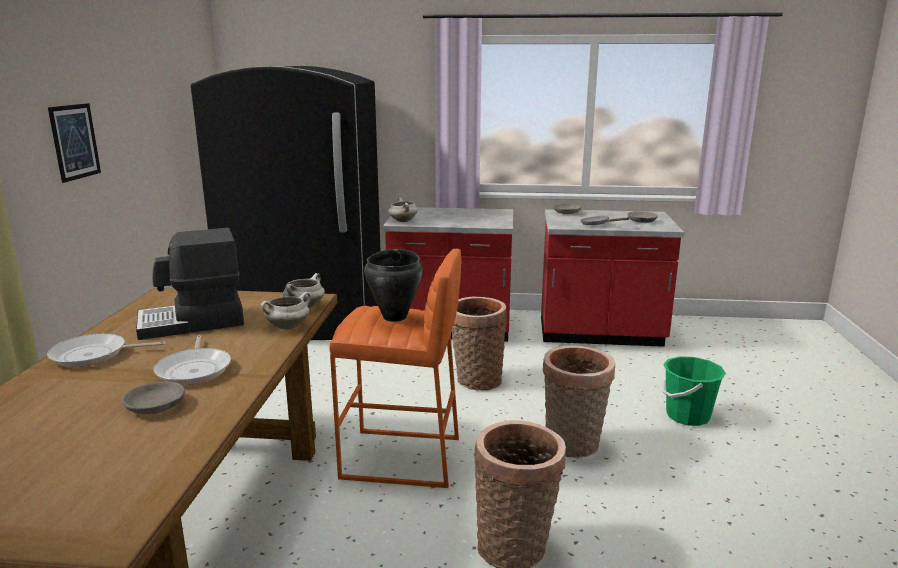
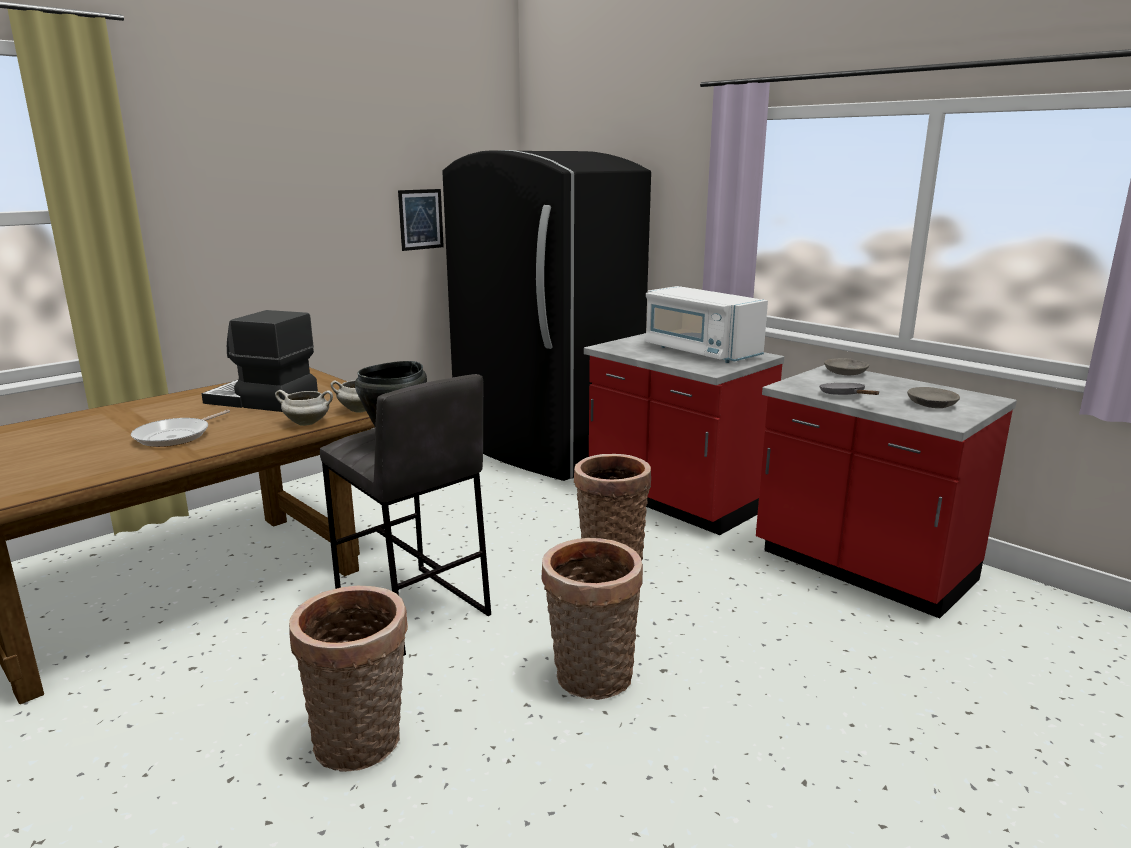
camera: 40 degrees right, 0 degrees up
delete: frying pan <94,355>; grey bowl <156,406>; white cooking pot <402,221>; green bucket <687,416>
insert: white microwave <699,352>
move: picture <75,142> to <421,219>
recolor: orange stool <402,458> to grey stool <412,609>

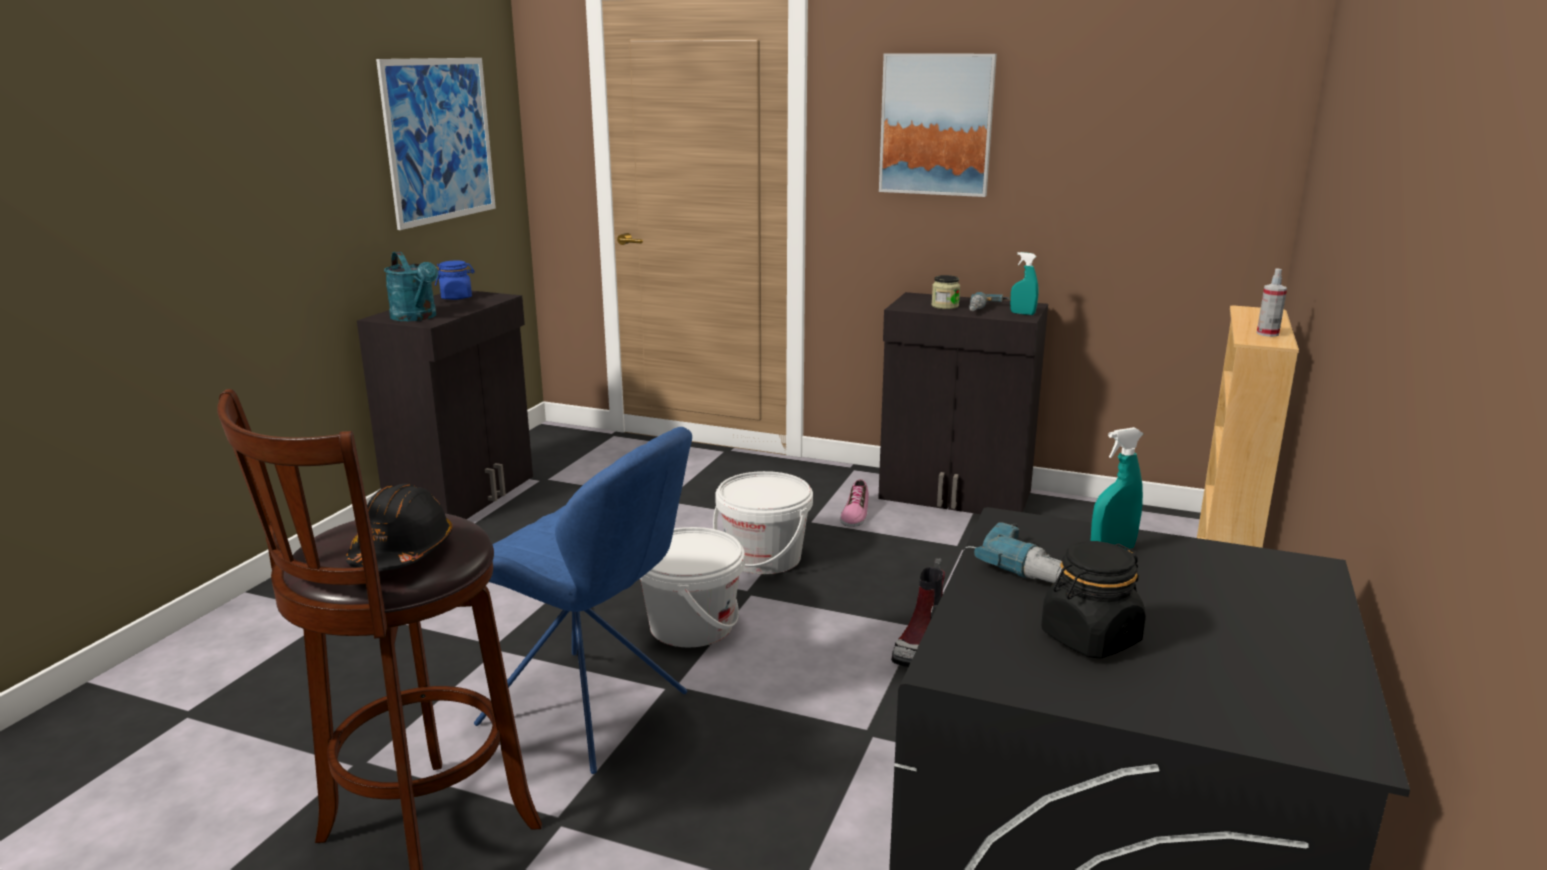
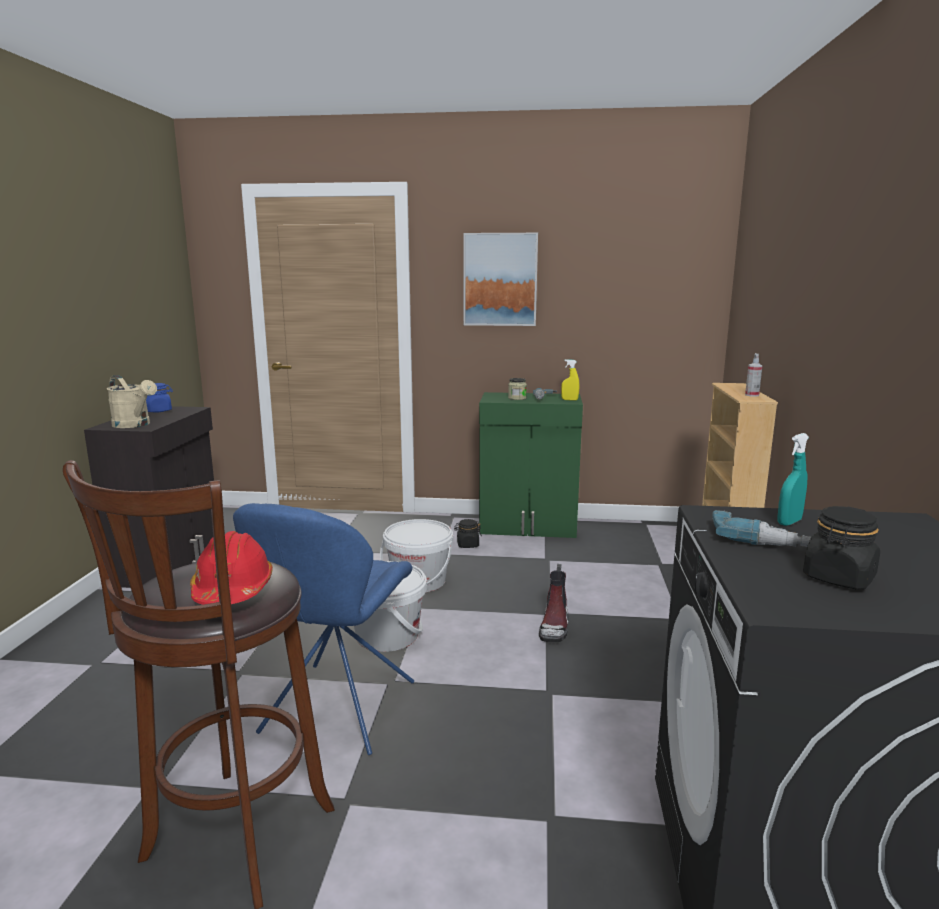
camera: 15 degrees left, 5 degrees down
delete: picture <439,140>
replace: shoe <854,513> to black jar <467,545>
recolor: black hard hat <402,552> to red hard hat <233,589>; turquoise watering can <417,317> to beige watering can <135,425>; black cabinet <955,496> to green cabinet <528,527>; turquoise spray bottle <1022,313> to yellow spray bottle <569,400>
rotate: blue chair <589,712> = <336,710> 90 degrees clockwise

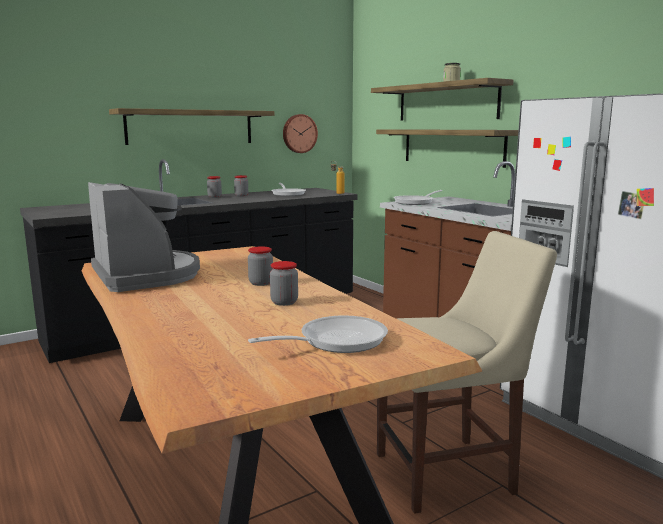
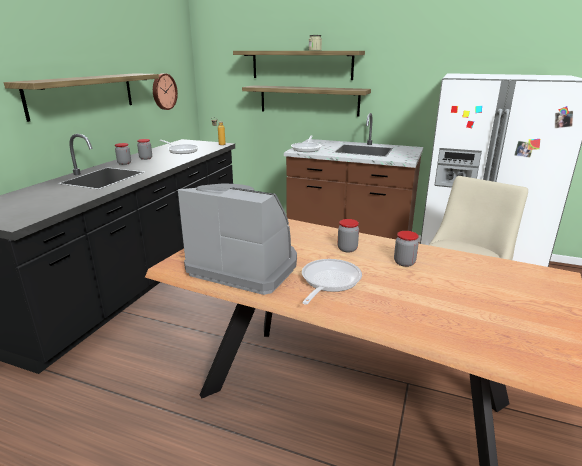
camera: 35 degrees left, 10 degrees up
move: frying pan <335,341> to <328,282>

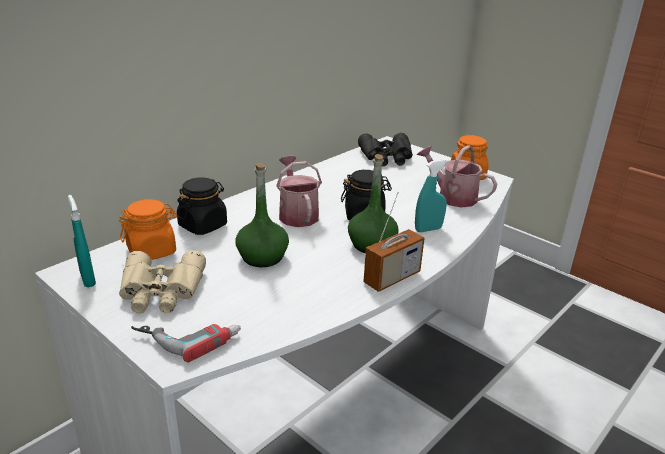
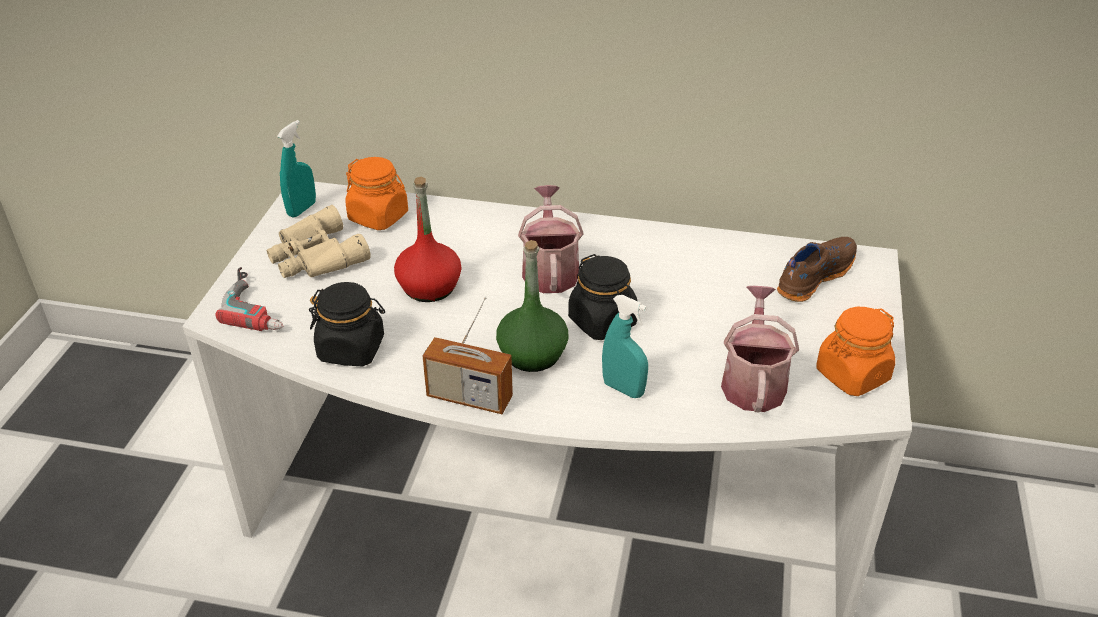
camera: 60 degrees right, 10 degrees up
move: black jar <203,225> to <352,349>
replace: black binoculars <387,157> to brown shoe <813,276>
recolor: green bottle <263,257> to red bottle <429,287>
rotate: watering can <297,214> = <550,270> 45 degrees counterclockwise

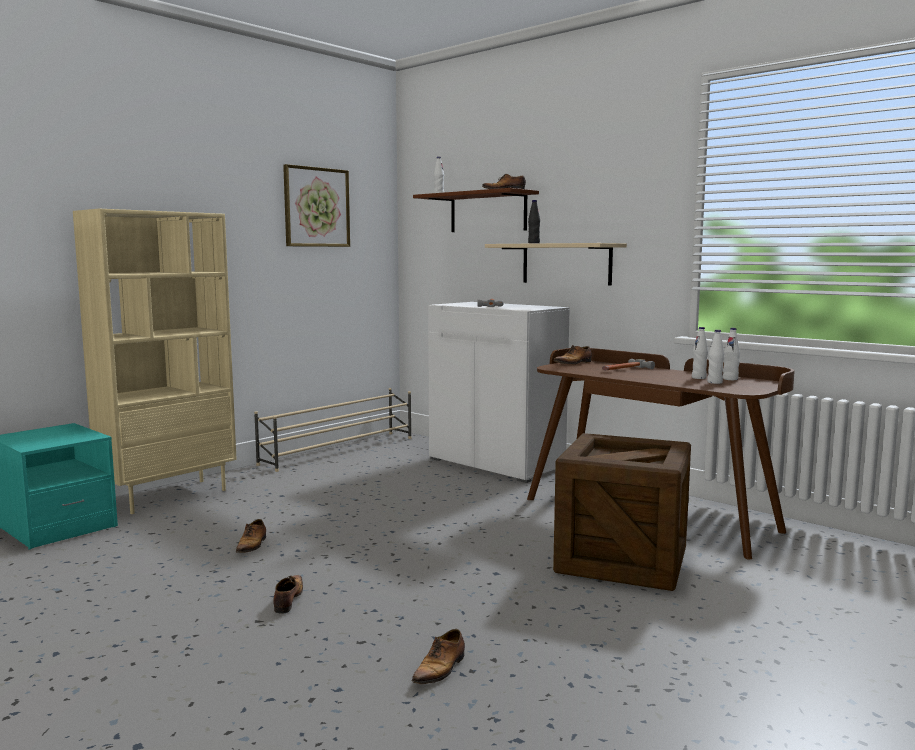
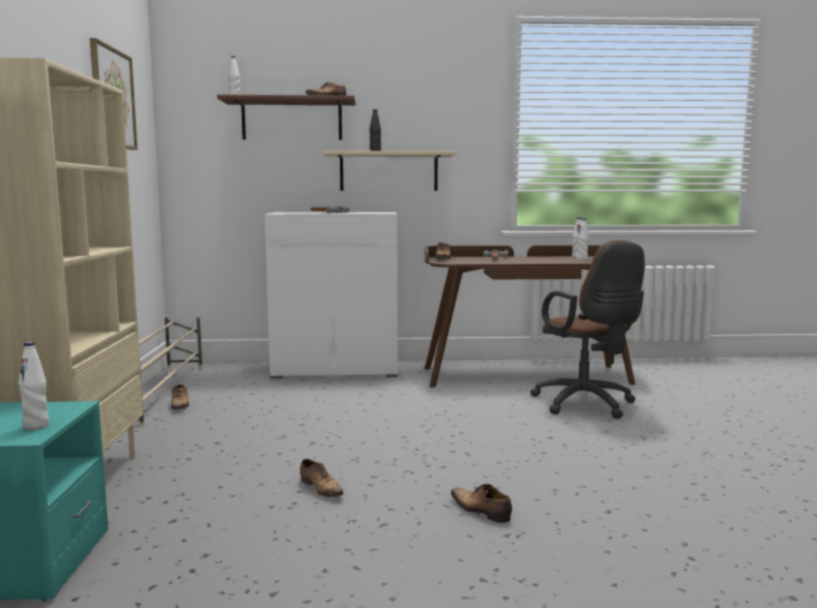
camera: 45 degrees left, 0 degrees up
move: shoe <440,669> to <180,405>; white bottle <699,378> to <36,426>
replace: crate <622,560> to brown office chair <587,405>

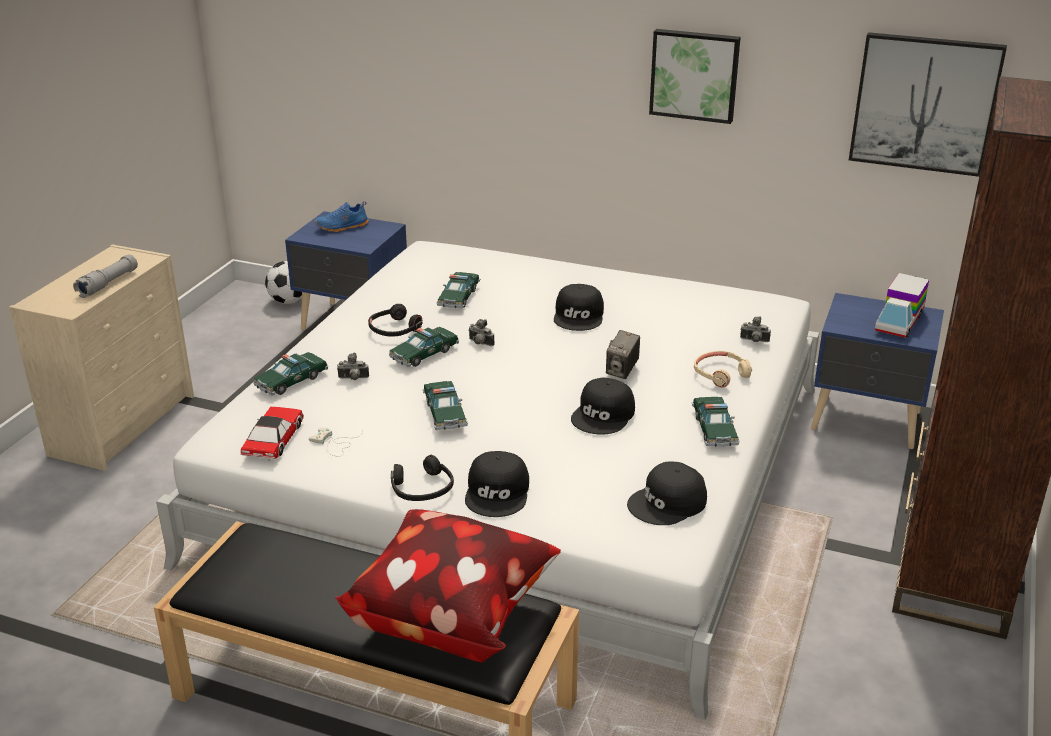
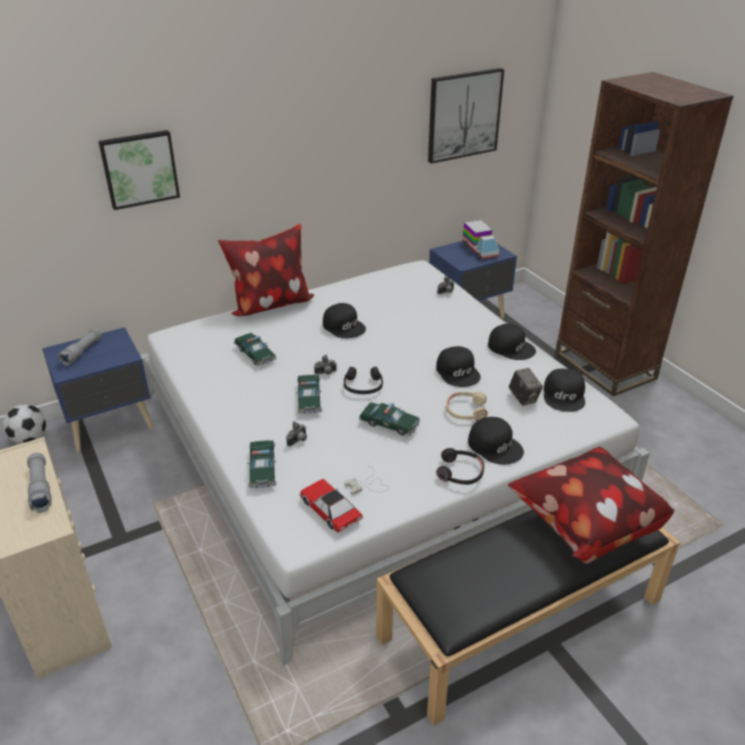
camera: 50 degrees left, 5 degrees up
insert: pillow <270,304>
move: black headphones <394,329> to <363,386>; photo camera <622,371> to <523,398>; picture <695,75> to <139,168>; beige headphones <720,374> to <466,411>
replace: blue shoe <342,227> to grey flashlight <82,352>; toy car <714,429> to black cap <511,347>

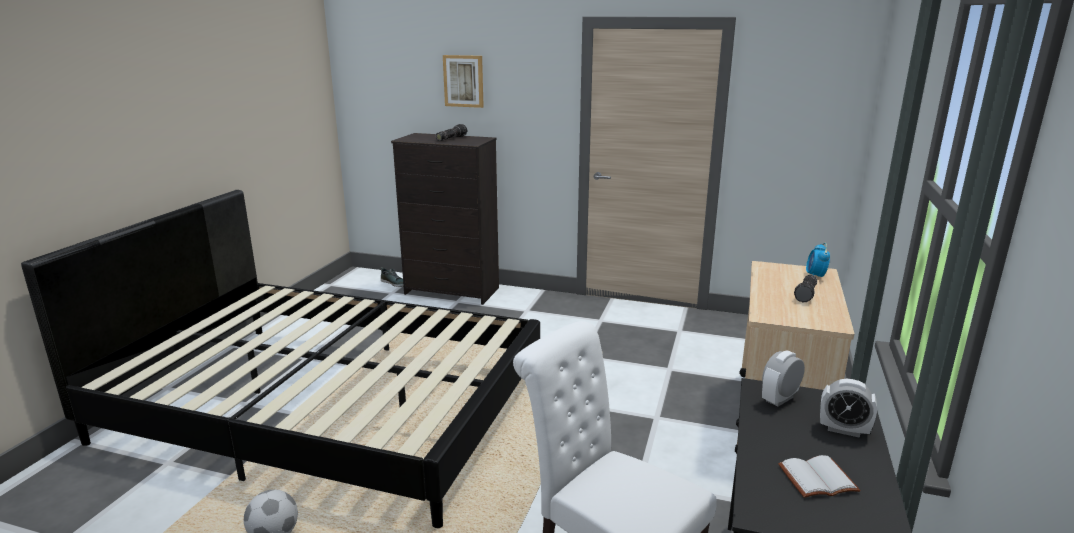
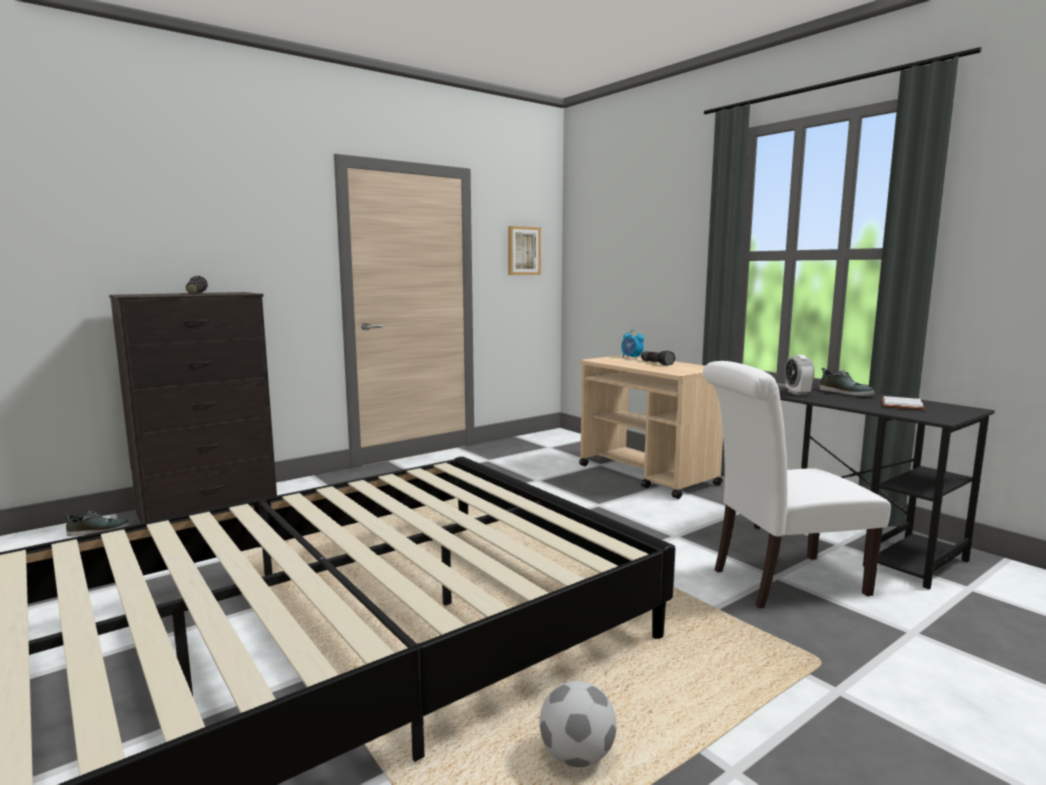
camera: 55 degrees left, 10 degrees down
move: picture <464,81> to <523,251>
replace: alarm clock <843,430> to shoe <846,393>

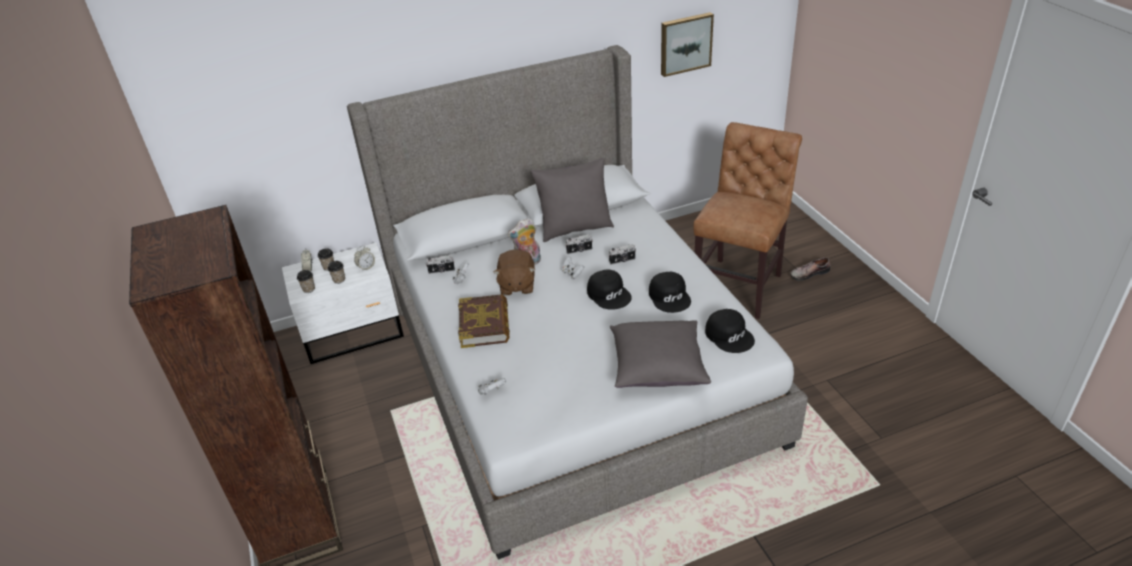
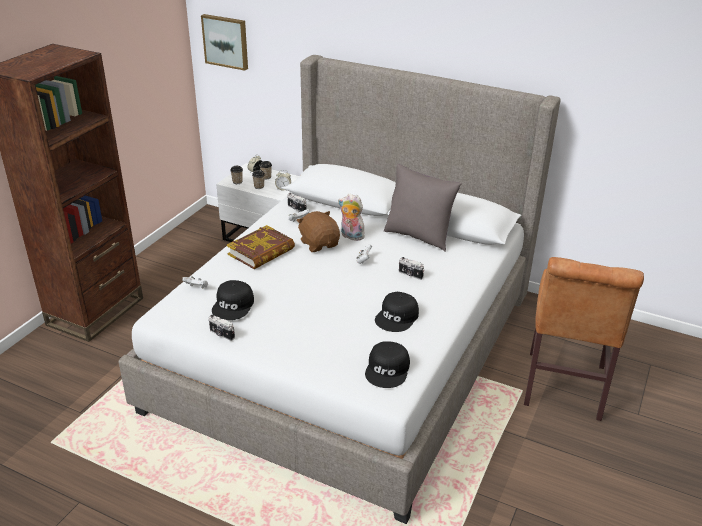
camera: 45 degrees right, 5 degrees down
delete: grey pillow <658,366>; shoe <808,273>
move: photo camera <579,251> to <221,334>; black cap <609,294> to <234,305>; picture <685,43> to <226,41>
rotate: brown plush toy <516,285> = <319,244> 105 degrees clockwise; brown chair <739,285> = <563,389> 120 degrees clockwise

